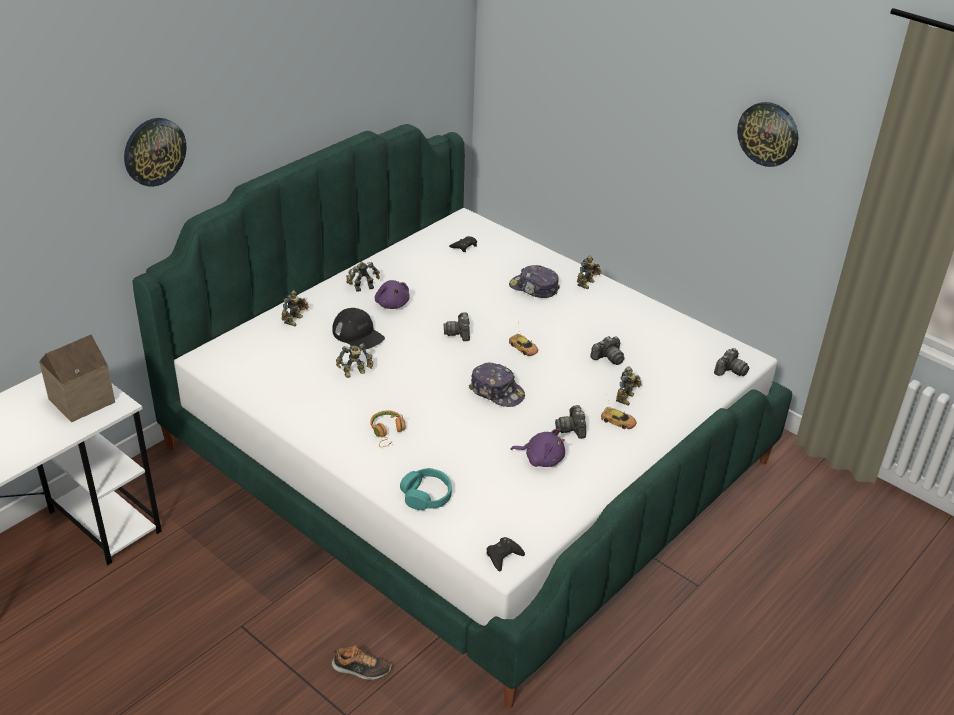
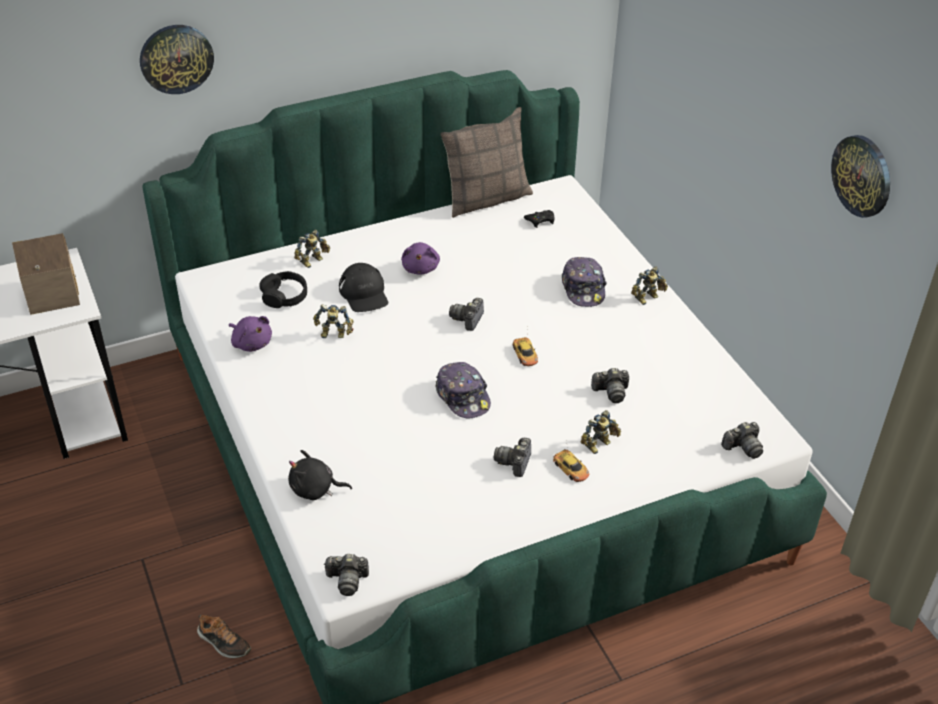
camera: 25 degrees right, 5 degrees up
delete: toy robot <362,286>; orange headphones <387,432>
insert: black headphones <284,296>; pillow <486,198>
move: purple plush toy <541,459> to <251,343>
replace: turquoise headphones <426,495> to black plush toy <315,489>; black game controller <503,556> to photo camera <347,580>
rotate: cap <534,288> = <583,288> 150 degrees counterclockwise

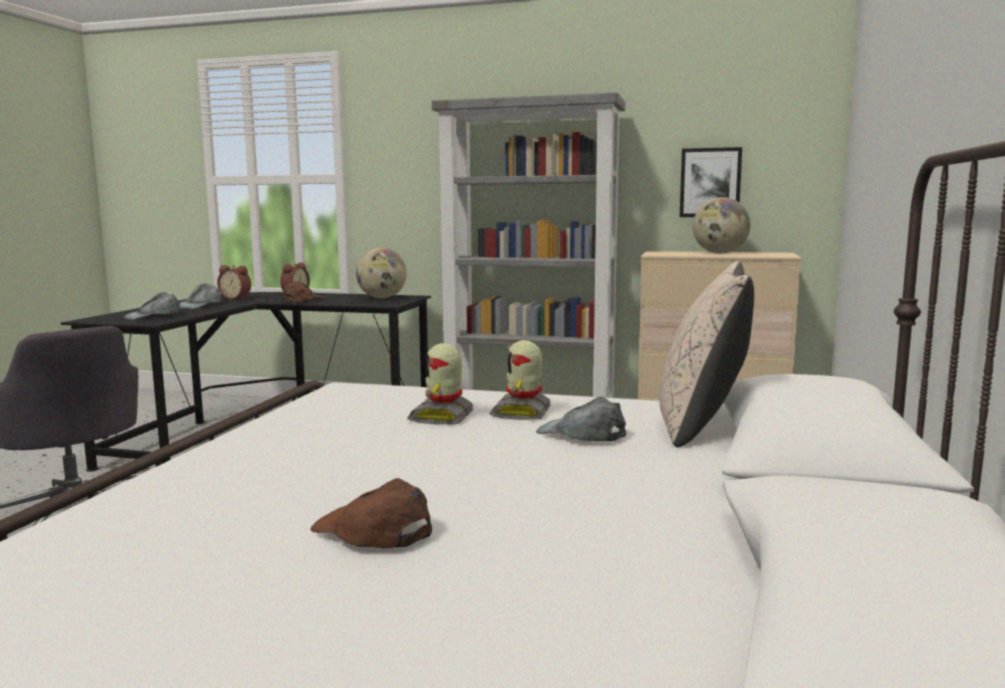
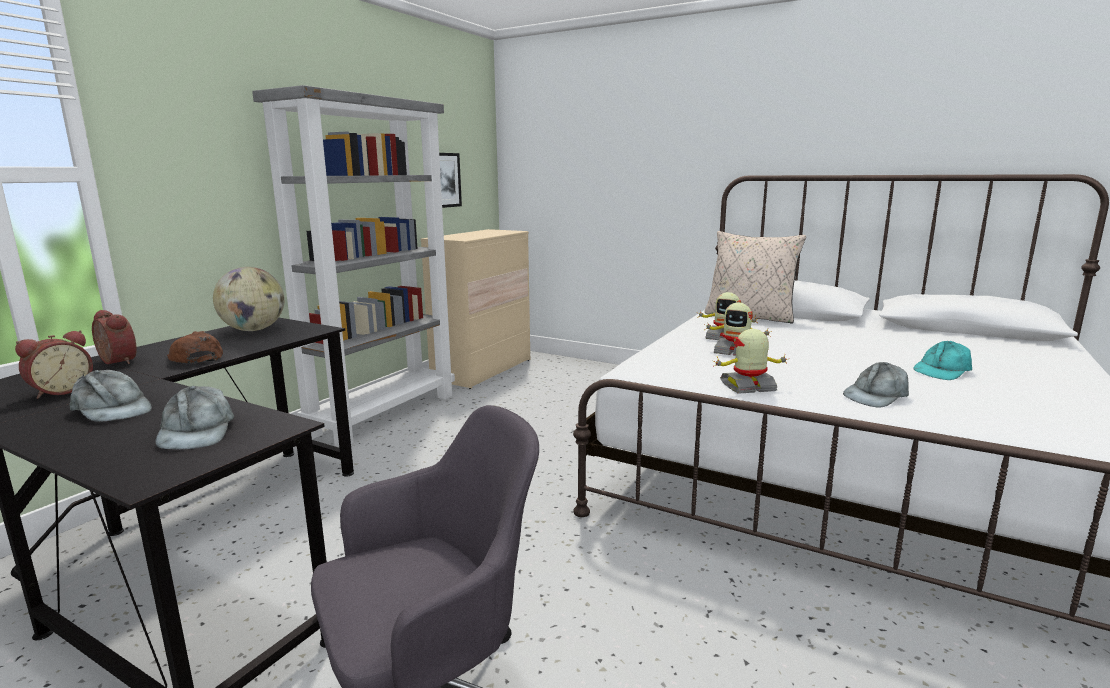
camera: 75 degrees left, 5 degrees up
delete: globe <719,253>
insert: toy robot <748,387>
move: grey cap <581,434> to <876,395>
recolor: brown cap <372,531> to turquoise cap <942,370>

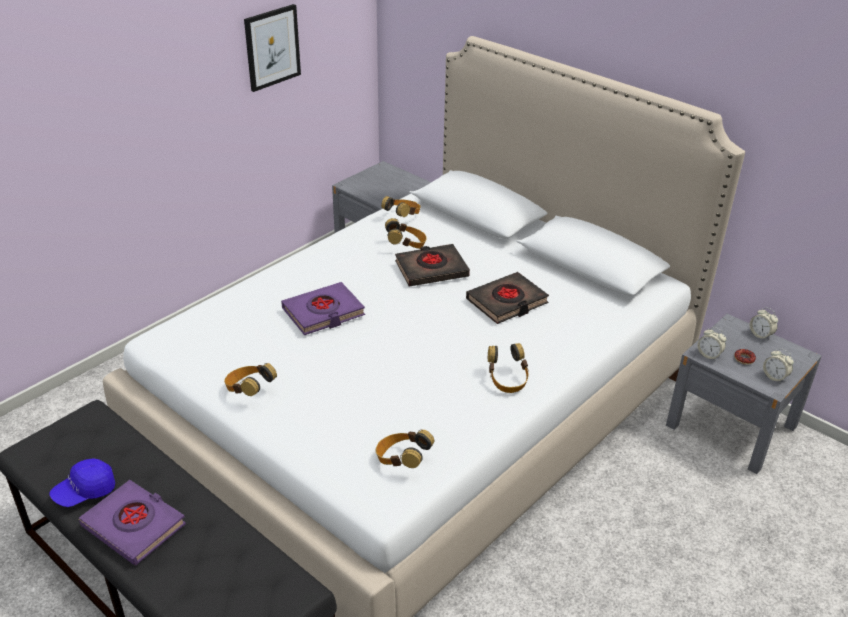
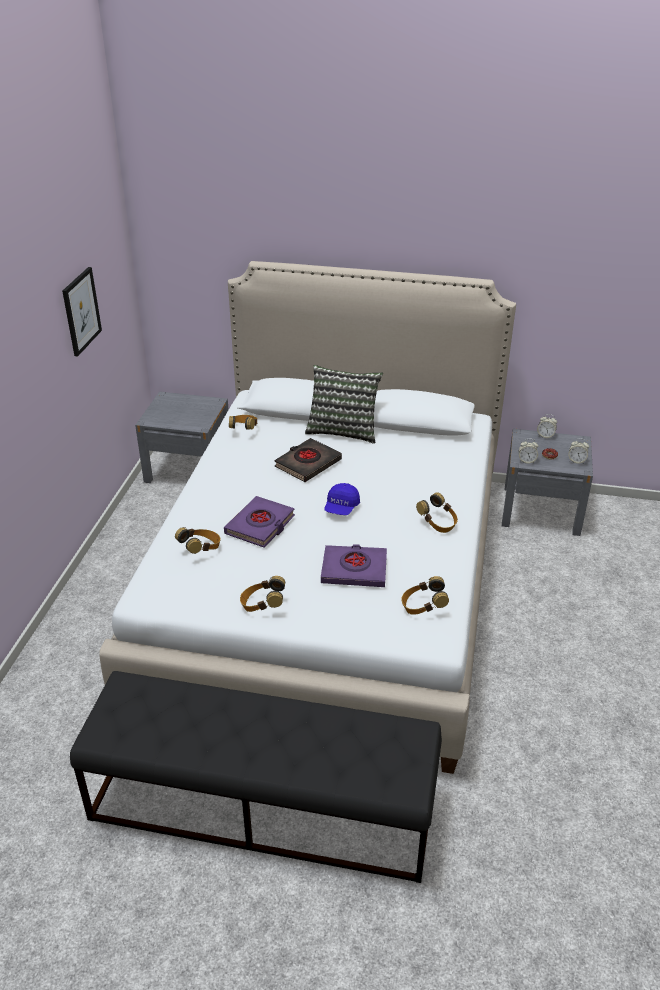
camera: 30 degrees left, 0 degrees up
delete: black book <507,302>
insert: pillow <343,430>
move: blue cap <85,492> to <341,508>; purple book <134,526> to <354,570>; headphones <406,246> to <201,549>

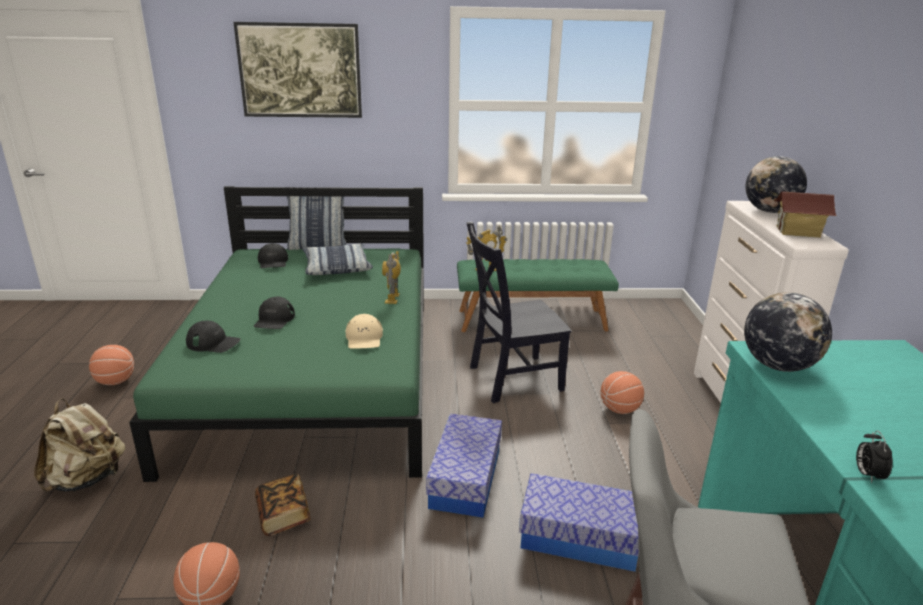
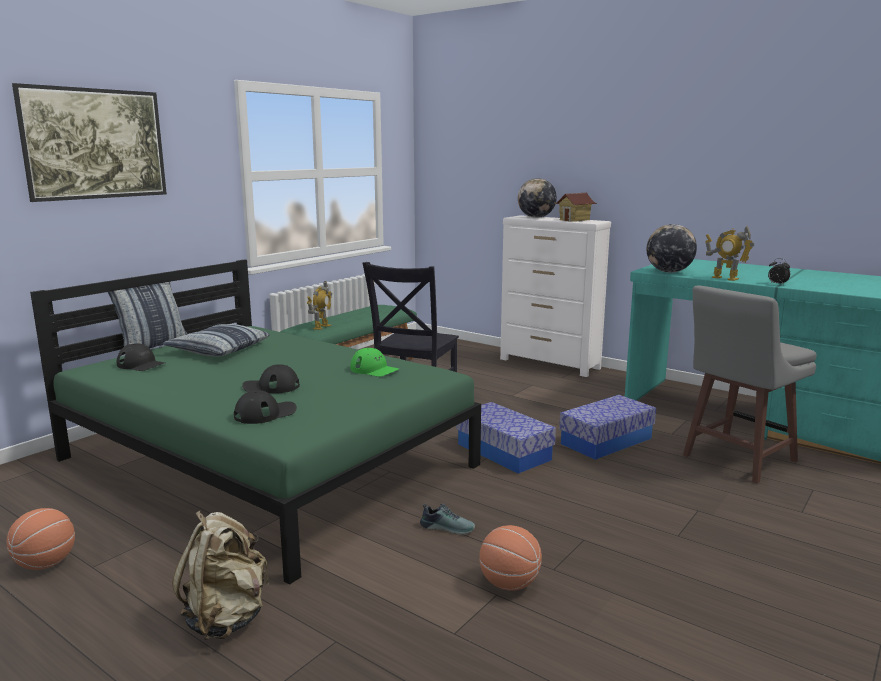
camera: 50 degrees left, 10 degrees down
delete: basketball <619,409>
move: toy robot <393,298> to <725,278>
replace: book <283,515> to shoe <448,527>
recolor: beige cap <364,338> to green cap <374,369>
rotate: black cap <274,319> = <271,387> 135 degrees clockwise

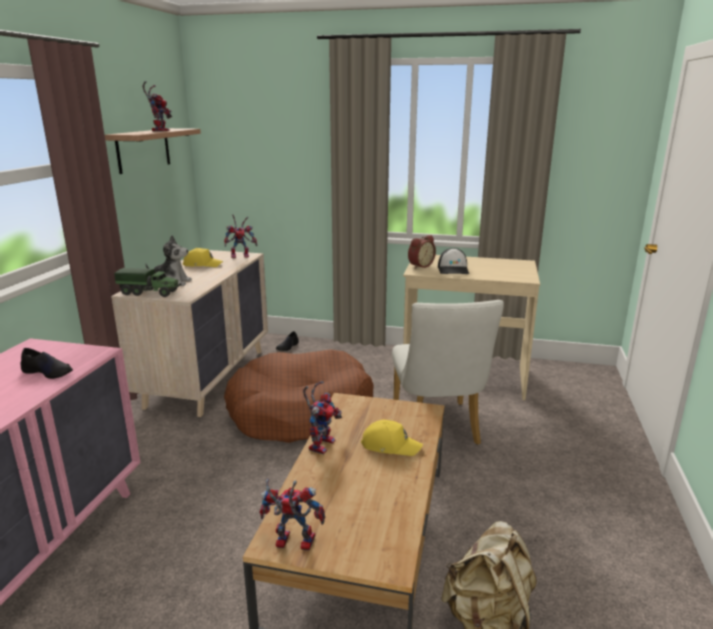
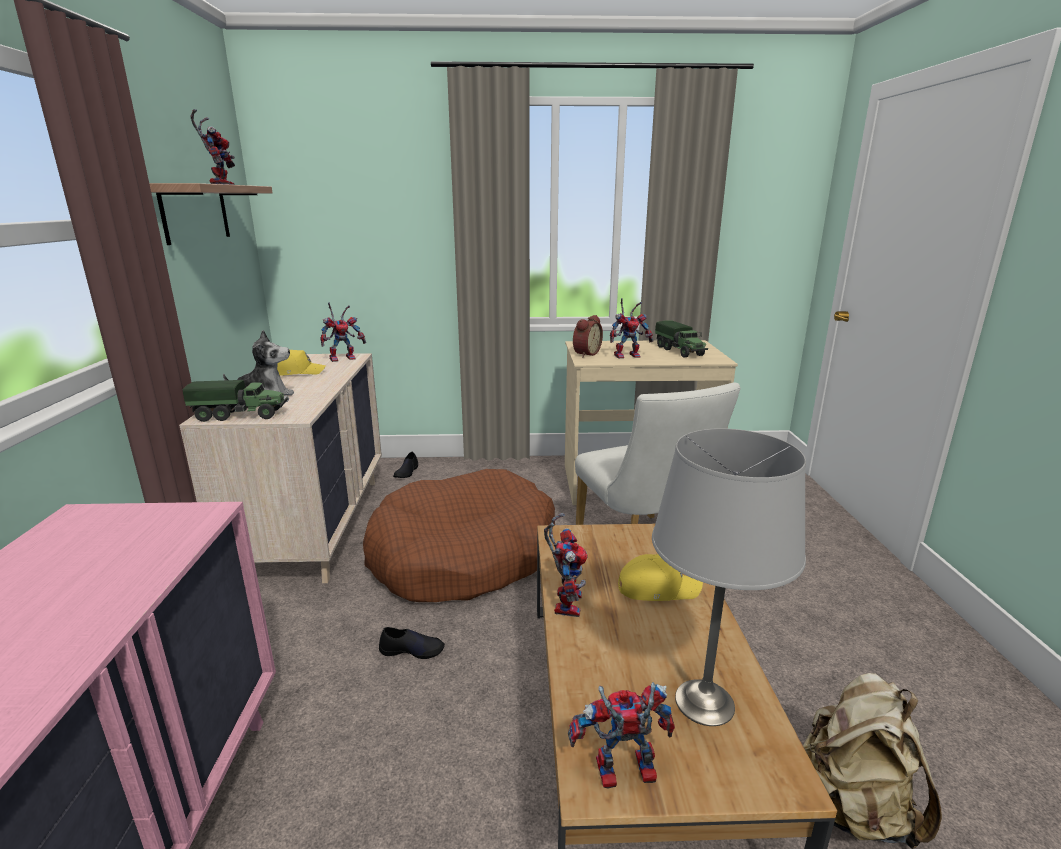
camera: 15 degrees left, 0 degrees up
insert: grey table lamp <704,701>; toy truck <680,351>
move: black shoe <48,372> to <412,650>
replace: cap <453,270> to toy robot <628,355>

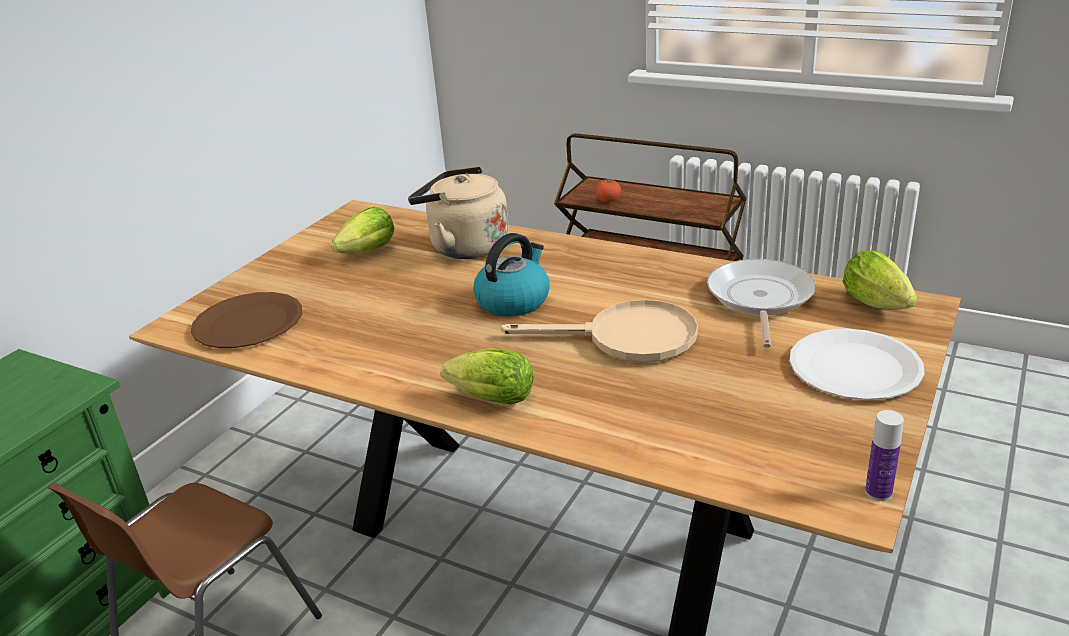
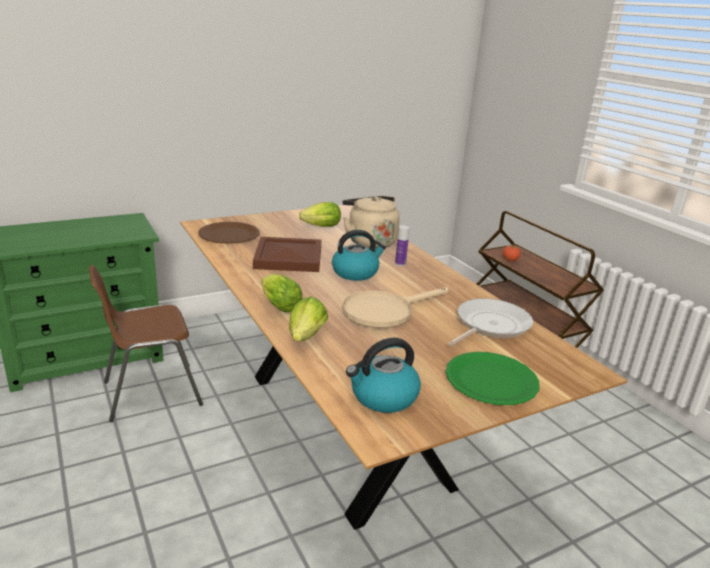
camera: 30 degrees right, 5 degrees down
insert: brown tray <289,258>; kettle <383,397>
move: lettuce <879,306> to <305,338>; bottle <878,492> to <400,263>
recolor: white plate <855,368> to green plate <491,380>
rotate: beige frying pan <626,338> = <385,311> 105 degrees clockwise

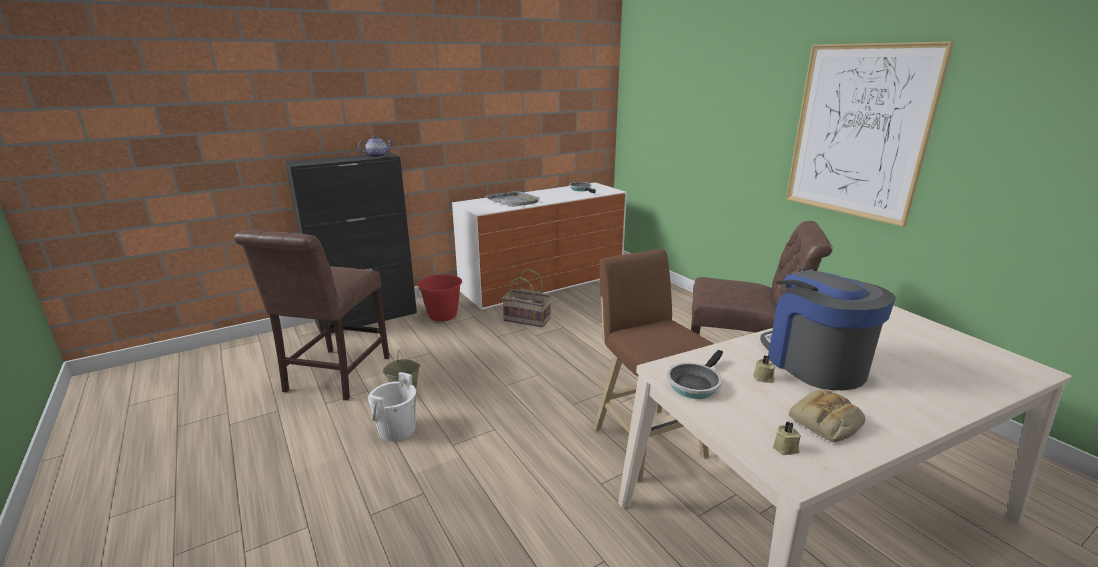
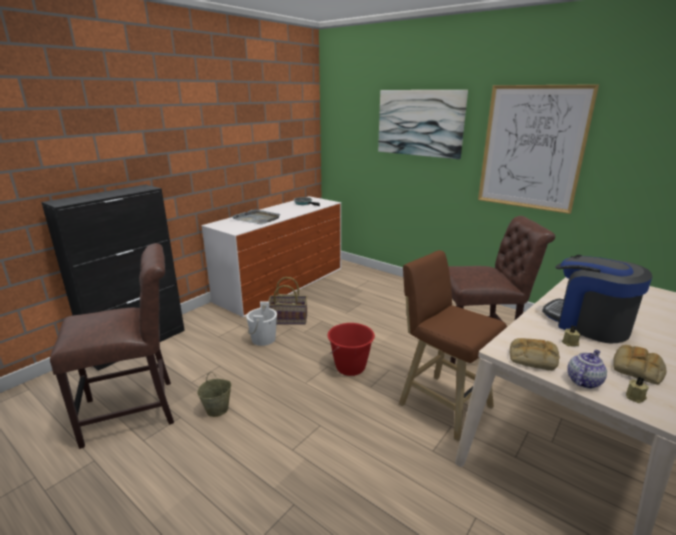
camera: 20 degrees left, 0 degrees up
insert: picture <420,123>
move: teapot <377,156> to <583,381>; white bucket <397,430> to <263,339>; red bucket <442,315> to <350,367>
replace: frying pan <694,384> to bread <532,358>
rotate: brown chair <334,376> = <136,410> 105 degrees counterclockwise

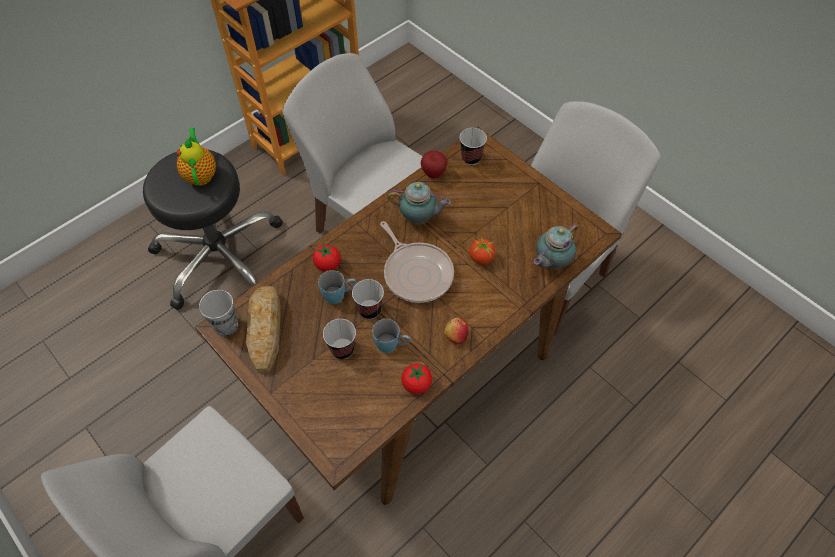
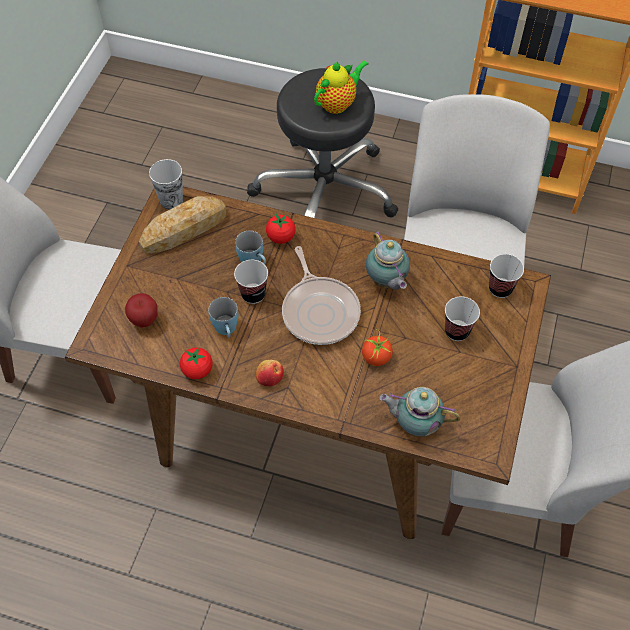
camera: 60 degrees right, 0 degrees up
move: cup <342,349> to <457,331>; apple <433,174> to <144,320>
rotate: frying pan <416,273> = <320,311> 45 degrees counterclockwise

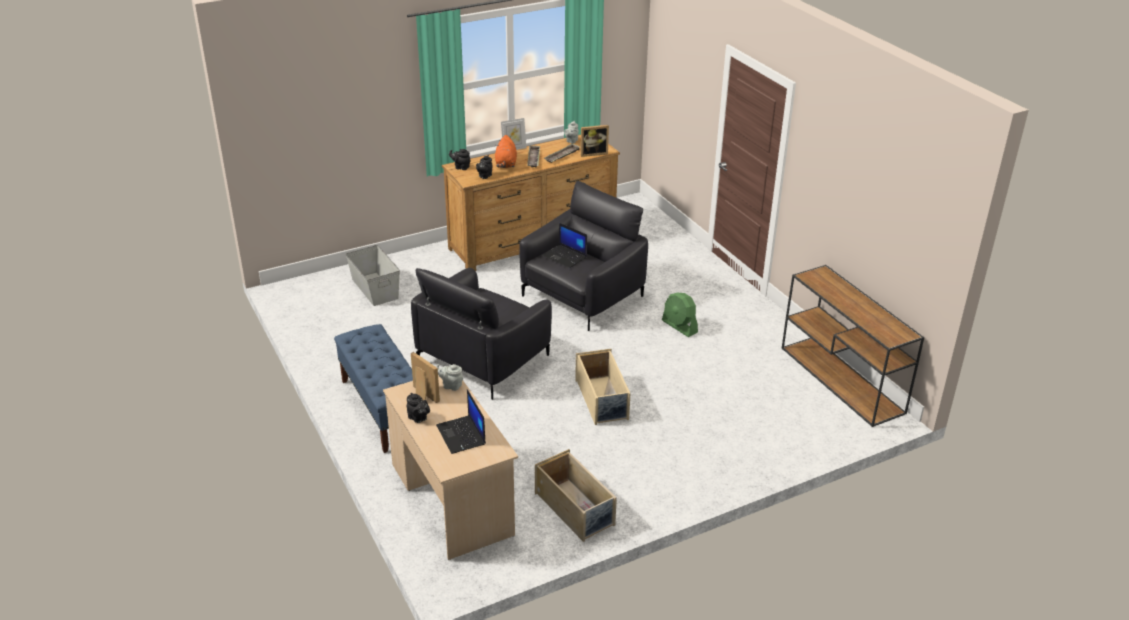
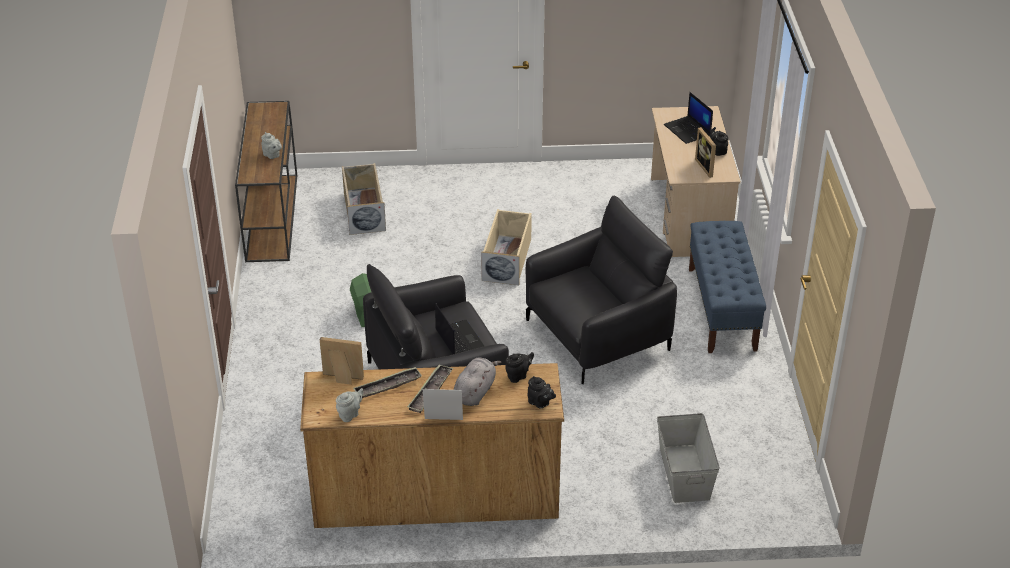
camera: 155 degrees left, 5 degrees up
move: grey teapot <451,385> to <272,155>; beige storage box <575,509> to <363,211>
recolor: orange plush toy <506,164> to grey plush toy <475,392>
rotate: laptop <462,435> = <688,130> 150 degrees clockwise

